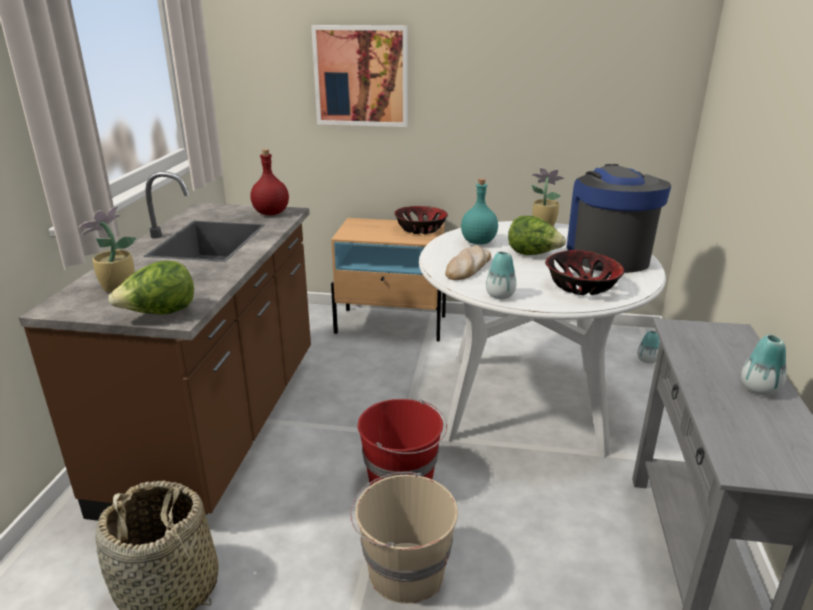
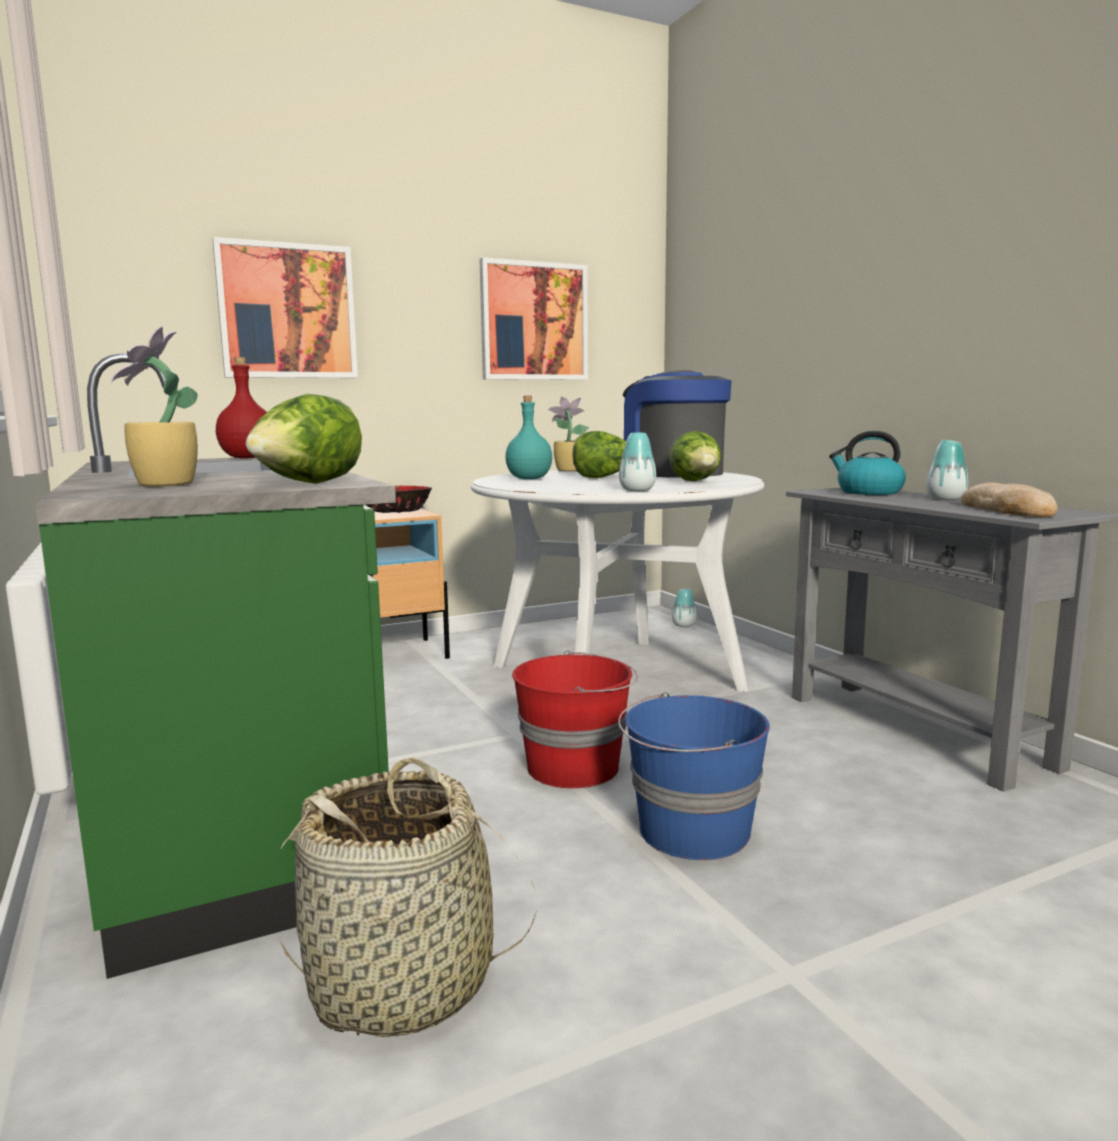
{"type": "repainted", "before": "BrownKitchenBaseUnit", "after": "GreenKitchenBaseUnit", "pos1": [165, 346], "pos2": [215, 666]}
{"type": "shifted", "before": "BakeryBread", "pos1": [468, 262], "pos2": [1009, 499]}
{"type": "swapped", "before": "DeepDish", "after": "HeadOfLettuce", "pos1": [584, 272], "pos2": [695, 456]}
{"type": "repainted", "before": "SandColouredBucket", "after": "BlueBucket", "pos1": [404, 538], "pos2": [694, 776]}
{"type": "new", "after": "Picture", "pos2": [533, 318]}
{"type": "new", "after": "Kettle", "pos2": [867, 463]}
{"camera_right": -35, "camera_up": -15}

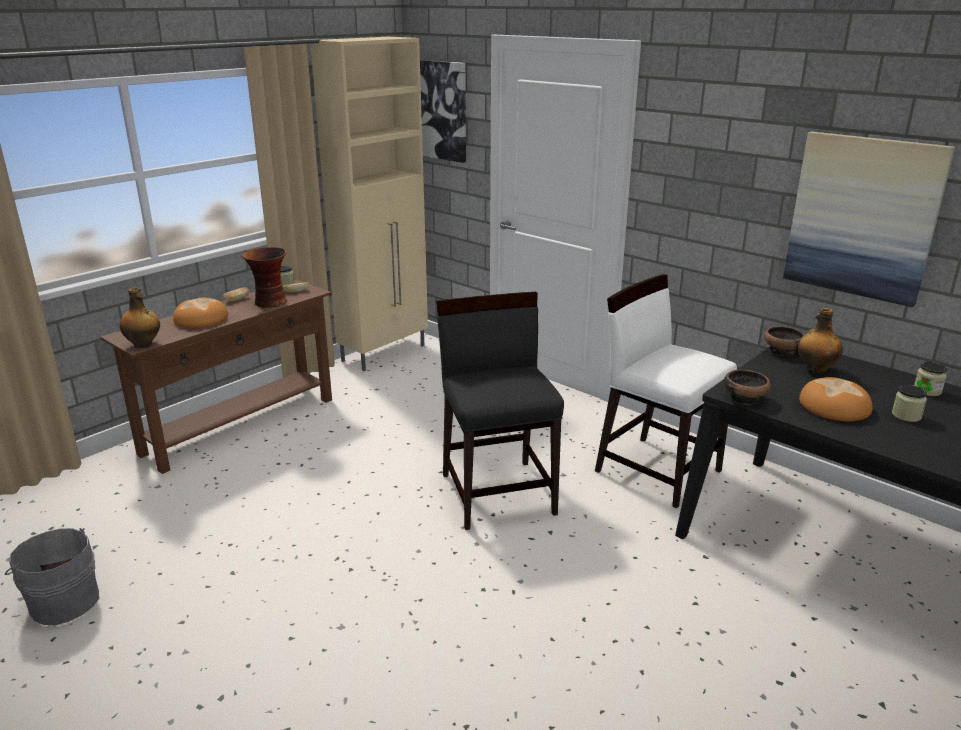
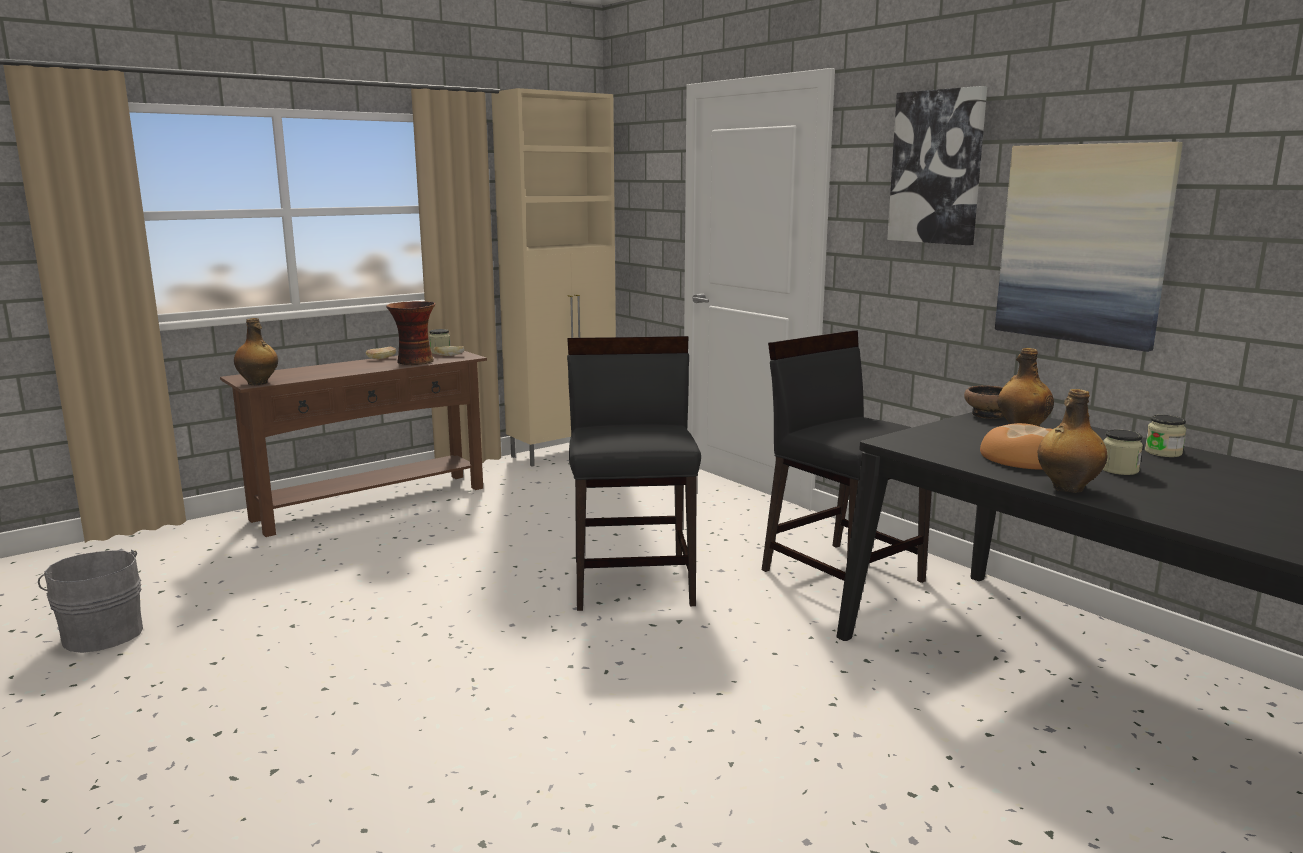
{"type": "shifted", "before": "Picture", "pos1": [443, 111], "pos2": [937, 165]}
{"type": "repainted", "before": "WhiteColouredPlainChair", "after": "BlackColouredPlainChair", "pos1": [666, 391], "pos2": [847, 456]}
{"type": "gone", "before": "BakeryBread", "pos1": [200, 313]}
{"type": "gone", "before": "DeepDish", "pos1": [747, 387]}
{"type": "new", "after": "Bottle", "pos2": [1072, 441]}
{"camera_right": 10, "camera_up": -10}

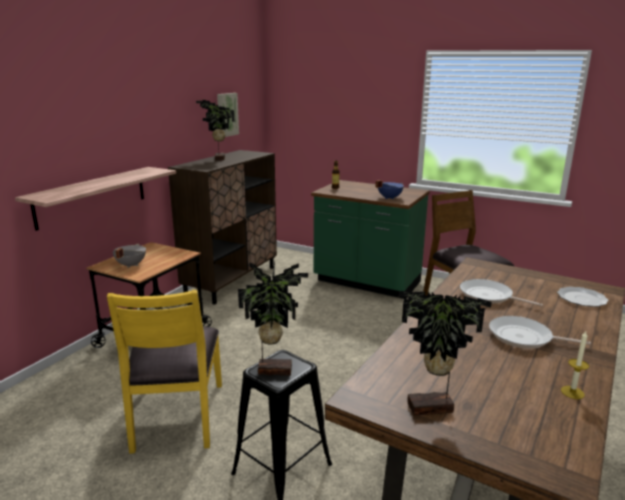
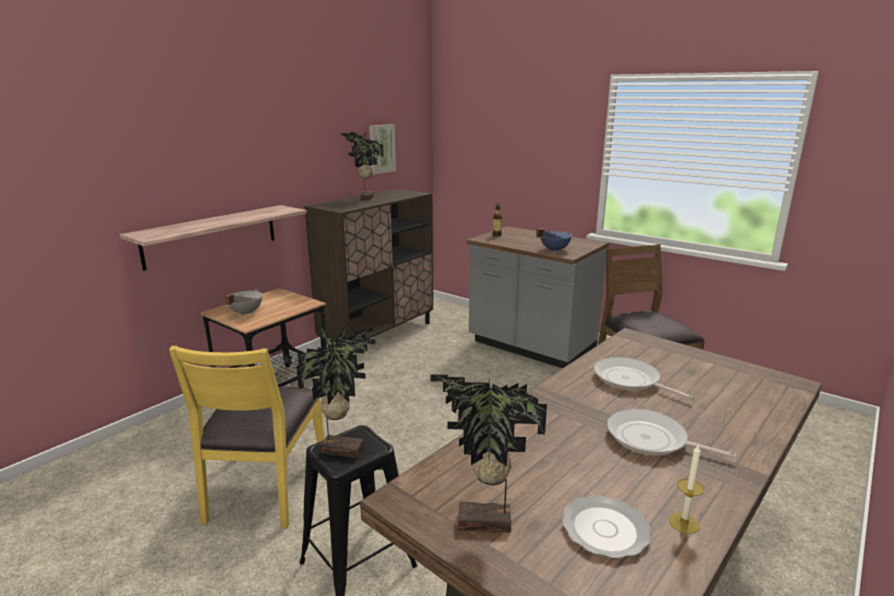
{"type": "repainted", "before": "GreenKitchenBaseUnit", "after": "GrayKitchenBaseUnit", "pos1": [370, 239], "pos2": [537, 297]}
{"type": "shifted", "before": "Plate", "pos1": [582, 297], "pos2": [606, 527]}
{"camera_right": 10, "camera_up": 0}

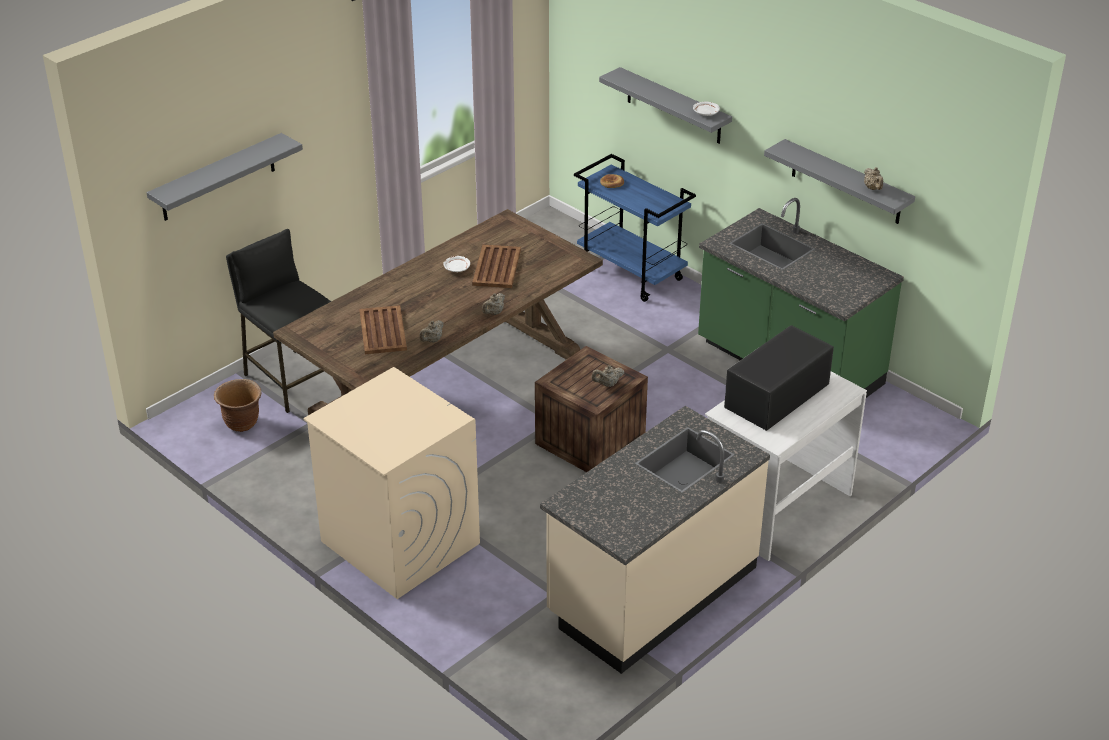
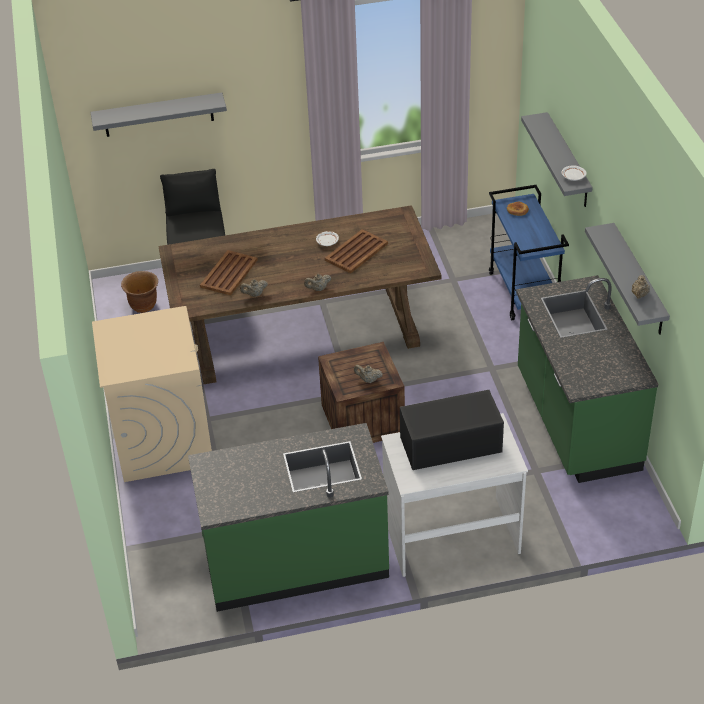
{"type": "repainted", "before": "SandColouredKitchenBaseUnit", "after": "GreenKitchenBaseUnit", "pos1": [655, 540], "pos2": [288, 517]}
{"camera_right": 35, "camera_up": 5}

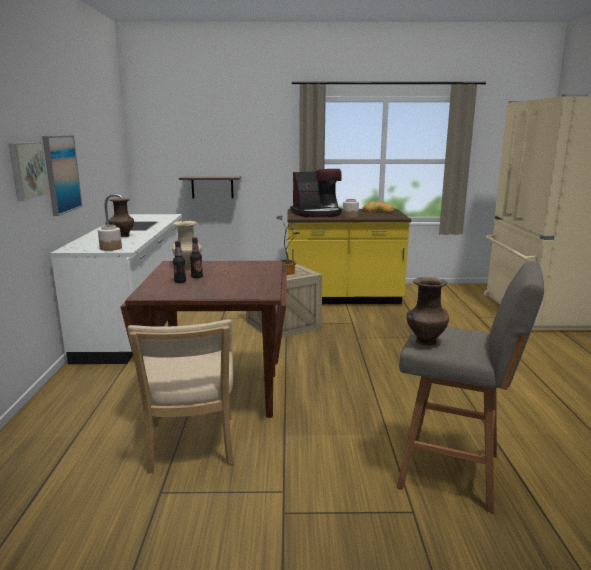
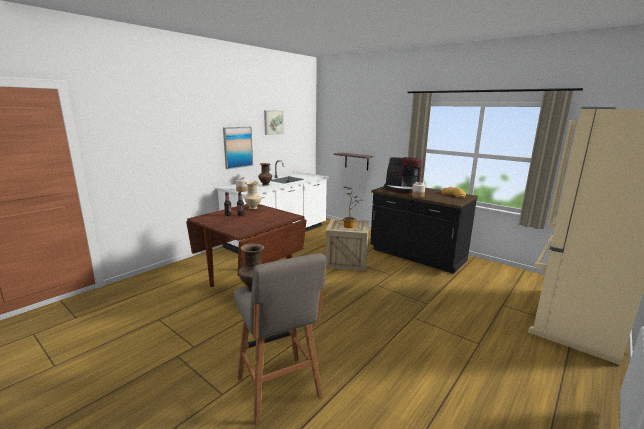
{"type": "shifted", "before": "Picture", "pos1": [28, 171], "pos2": [274, 123]}
{"type": "repainted", "before": "YellowishKitchenBaseUnit", "after": "BlackColouredKitchenBaseUnit", "pos1": [349, 256], "pos2": [424, 230]}
{"type": "gone", "before": "SandColouredPlainChair", "pos1": [180, 396]}
{"camera_right": 40, "camera_up": 0}

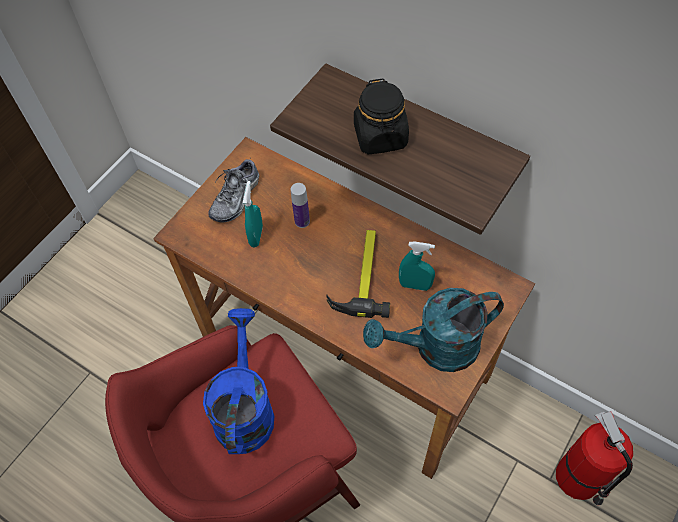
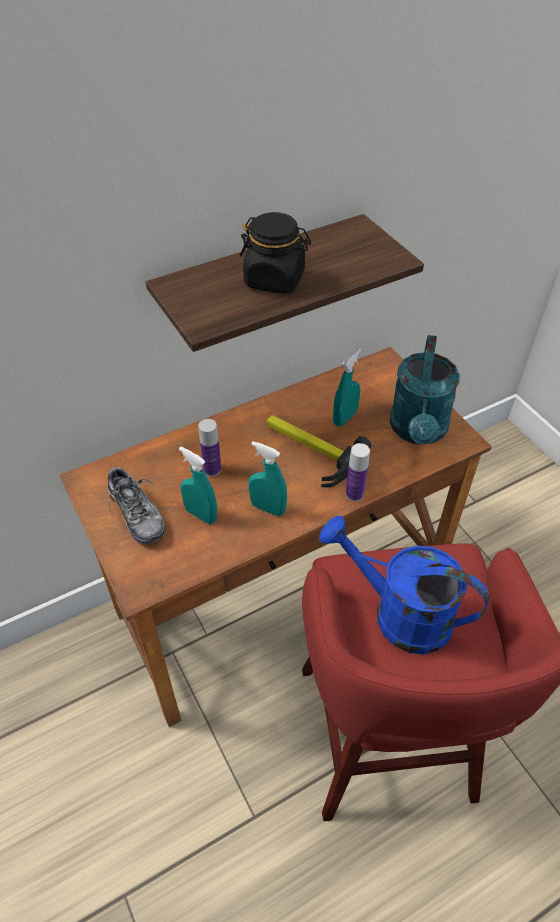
{"type": "gone", "before": "Extinguisher", "pos1": [594, 458]}
{"type": "new", "after": "TurquoiseColouredHandSprayer", "pos2": [267, 478]}
{"type": "new", "after": "Bottle", "pos2": [358, 472]}
{"camera_right": -65, "camera_up": -10}

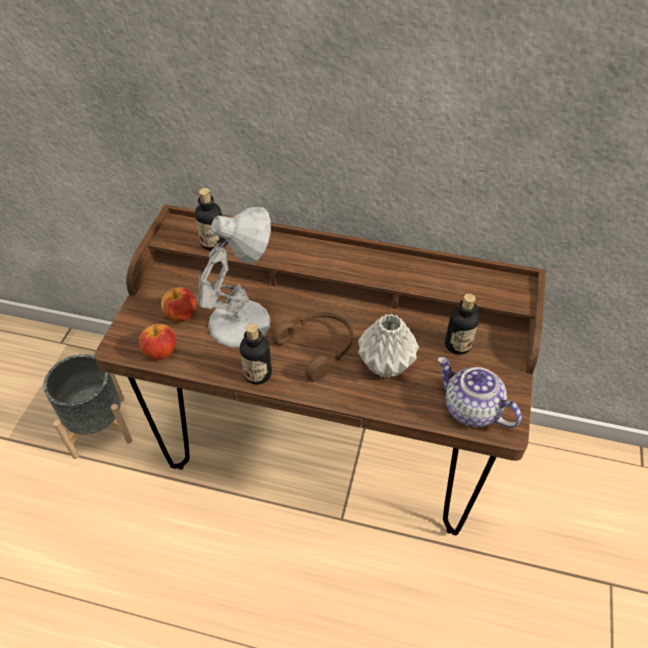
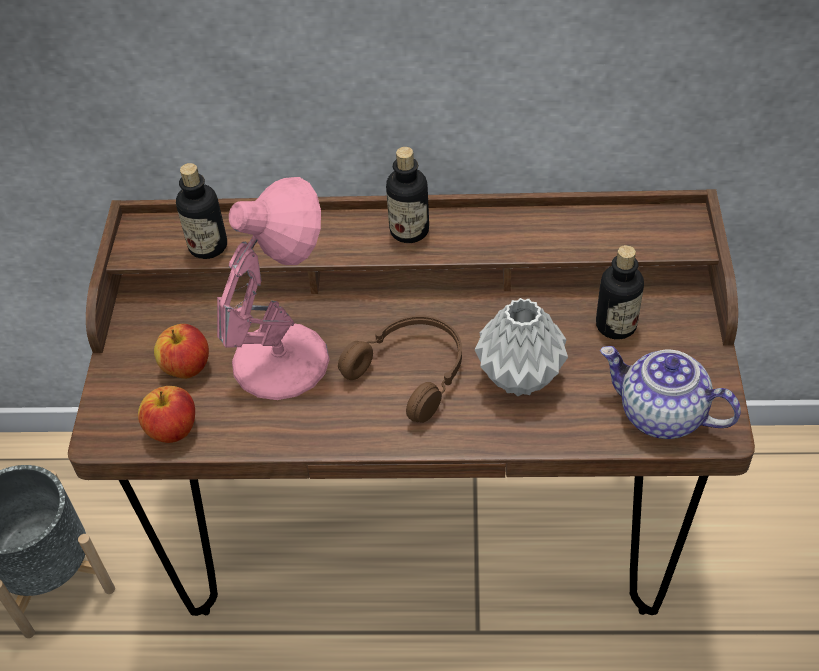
{"type": "repainted", "before": "WhiteColouredTabletopLamp", "after": "PinkishTabletopLamp", "pos1": [234, 277], "pos2": [273, 288]}
{"type": "shifted", "before": "Bottle", "pos1": [256, 354], "pos2": [407, 195]}
{"camera_right": -10, "camera_up": 0}

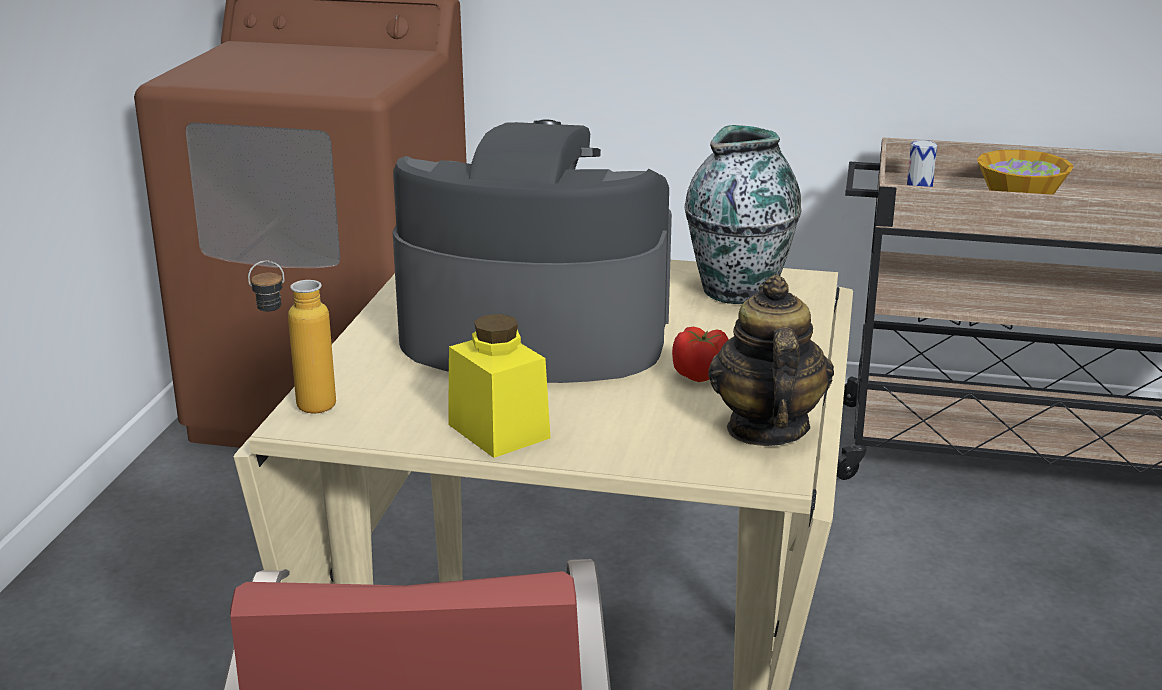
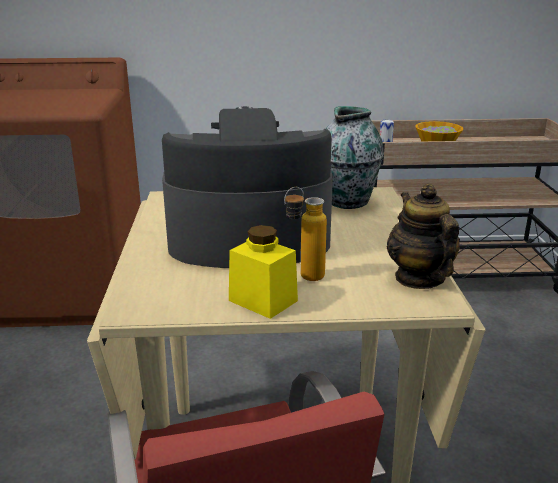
{"type": "shifted", "before": "Bottle", "pos1": [292, 336], "pos2": [305, 234]}
{"type": "gone", "before": "FreshTomato", "pos1": [700, 354]}
{"camera_right": -15, "camera_up": 0}

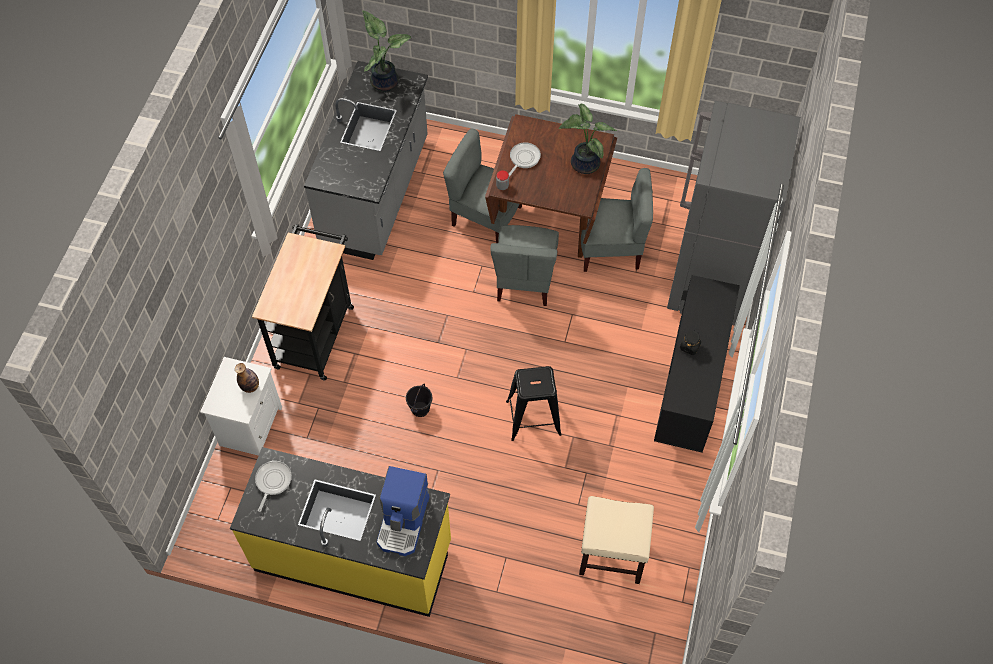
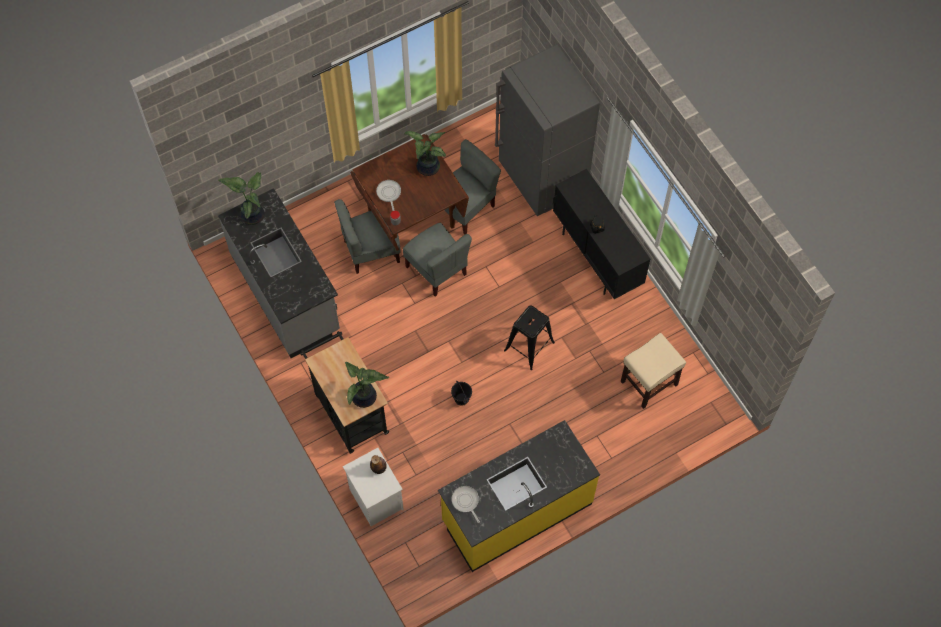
{"type": "gone", "before": "CoffeeMachine", "pos1": [403, 511]}
{"type": "new", "after": "PlantInAPot", "pos2": [367, 385]}
{"camera_right": -45, "camera_up": 5}

